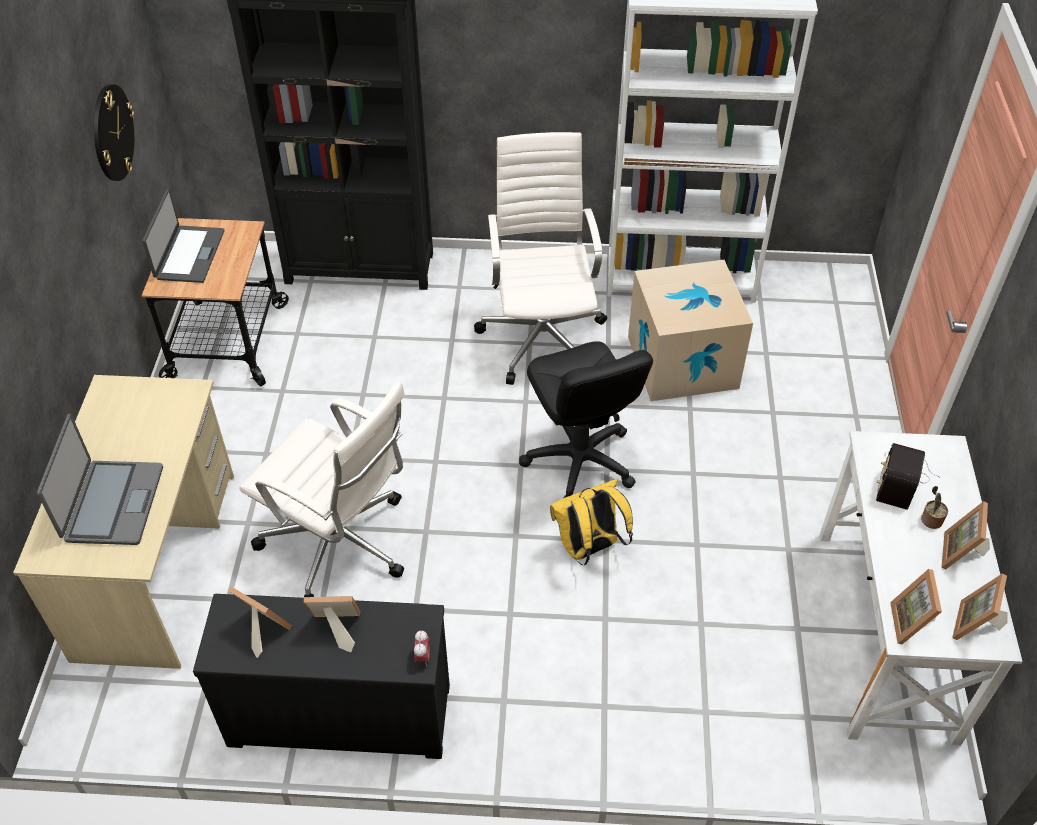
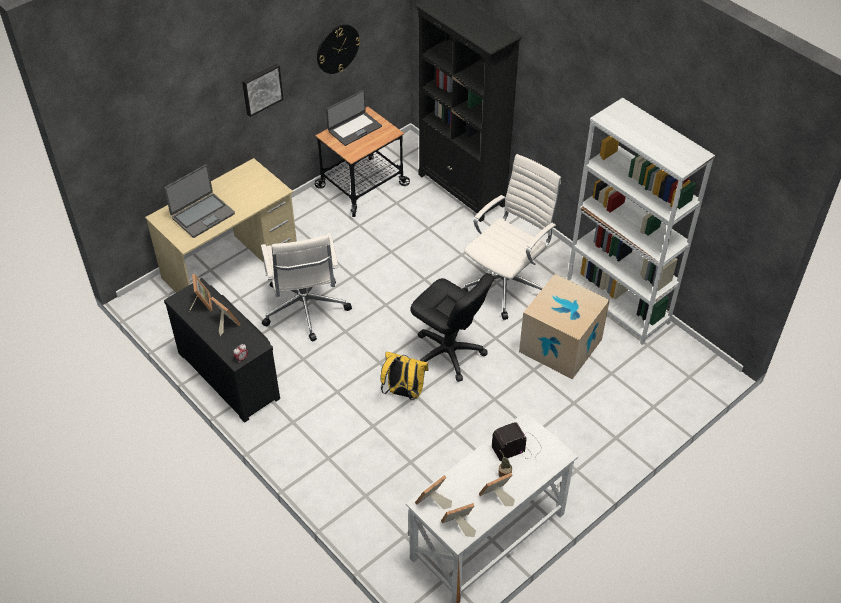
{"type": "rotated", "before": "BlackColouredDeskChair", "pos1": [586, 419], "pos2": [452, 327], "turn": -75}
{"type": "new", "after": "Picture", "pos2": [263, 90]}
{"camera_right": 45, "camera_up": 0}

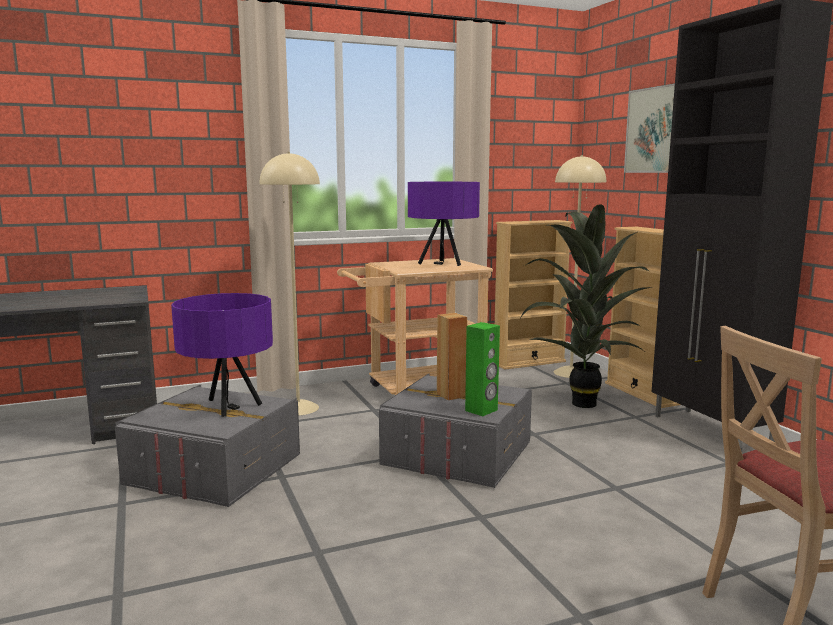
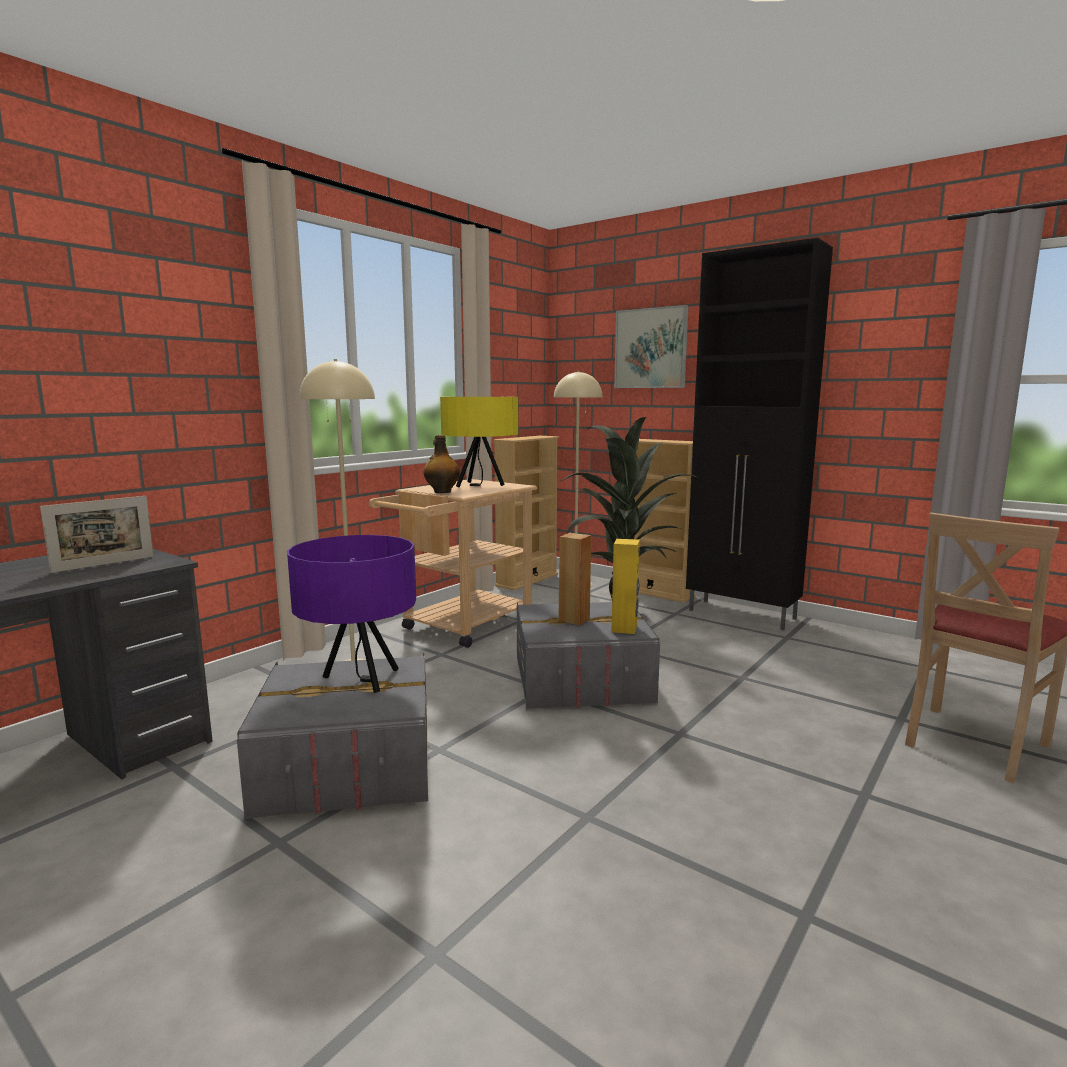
{"type": "repainted", "before": "PurplishTabletopLamp", "after": "YellowishTabletopLamp", "pos1": [444, 224], "pos2": [479, 442]}
{"type": "repainted", "before": "GreenLoudspeaker", "after": "YellowishLoudspeaker", "pos1": [482, 369], "pos2": [625, 586]}
{"type": "new", "after": "Bottle", "pos2": [442, 464]}
{"type": "new", "after": "StandingFrame", "pos2": [97, 534]}
{"camera_right": -30, "camera_up": 0}

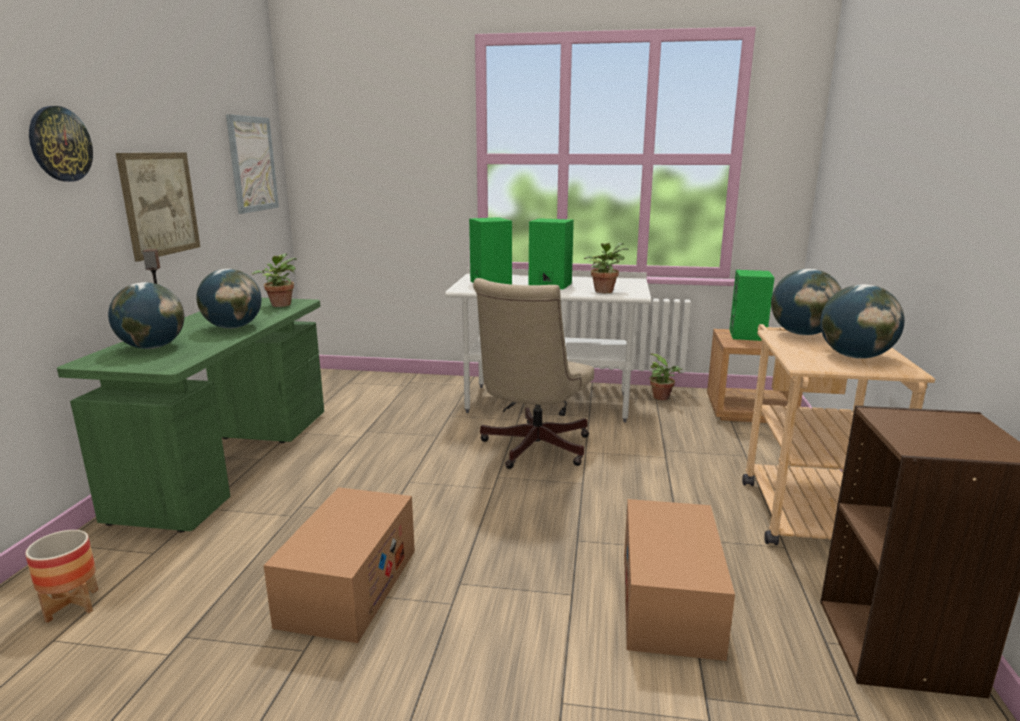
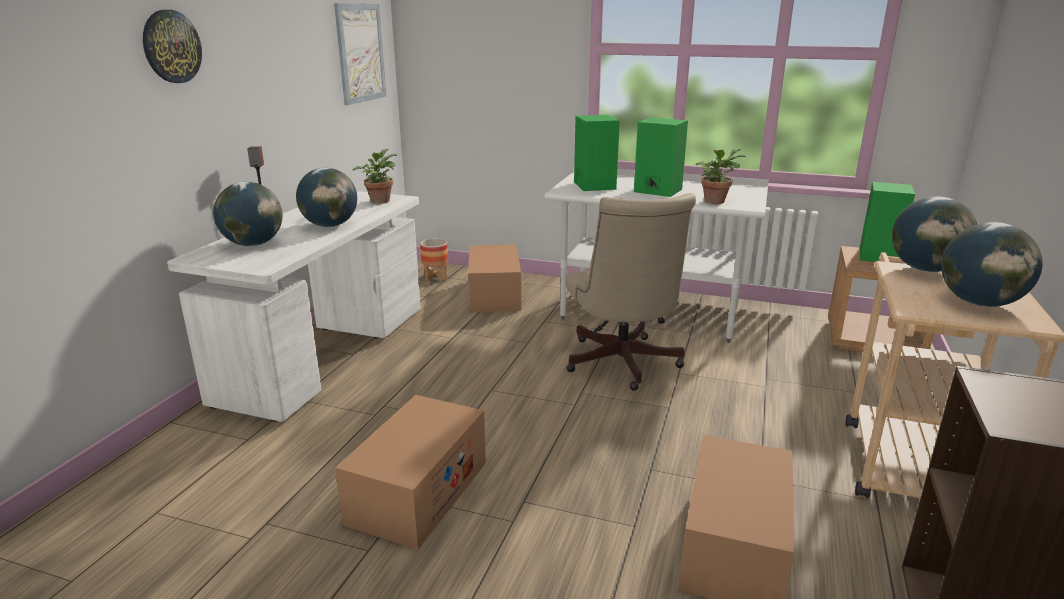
{"type": "gone", "before": "Picture", "pos1": [158, 207]}
{"type": "rotated", "before": "SandColouredDeskChair", "pos1": [533, 373], "pos2": [631, 292], "turn": -45}
{"type": "repainted", "before": "GreenDesk", "after": "WhiteColouredDesk", "pos1": [190, 415], "pos2": [294, 306]}
{"type": "gone", "before": "PlantInAPot", "pos1": [665, 377]}
{"type": "shifted", "before": "PlantPot", "pos1": [61, 576], "pos2": [434, 260]}
{"type": "new", "after": "PackingBox", "pos2": [495, 278]}
{"camera_right": 10, "camera_up": 5}

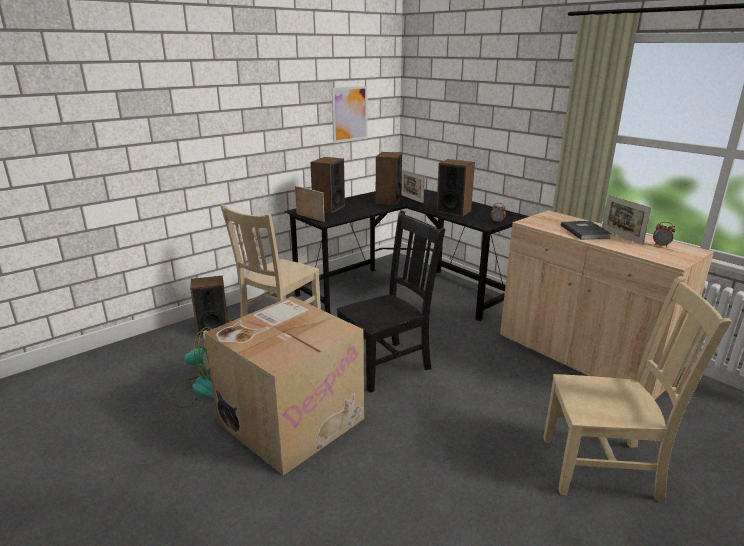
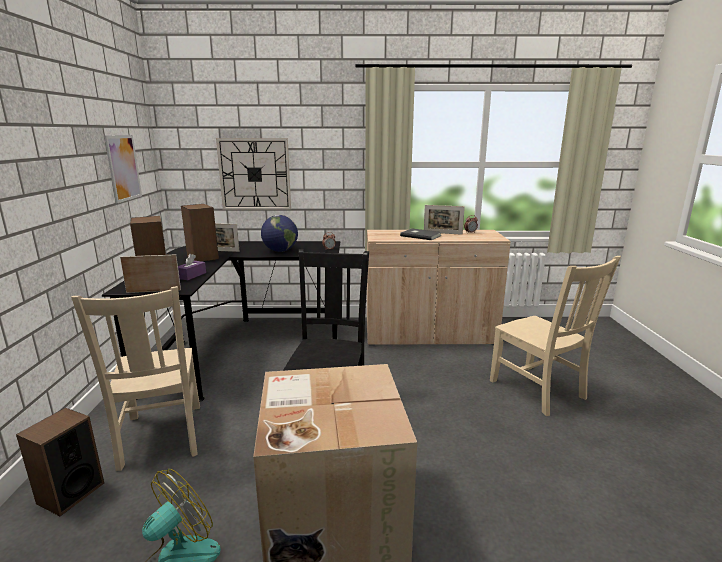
{"type": "swapped", "before": "Loudspeaker", "after": "Globe", "pos1": [455, 188], "pos2": [279, 233]}
{"type": "rotated", "before": "SandColouredPlainChair", "pos1": [637, 389], "pos2": [555, 336], "turn": 105}
{"type": "new", "after": "ClockOnTheWall", "pos2": [253, 174]}
{"type": "new", "after": "PurplishBoxOfTissues", "pos2": [192, 267]}
{"camera_right": -50, "camera_up": -5}

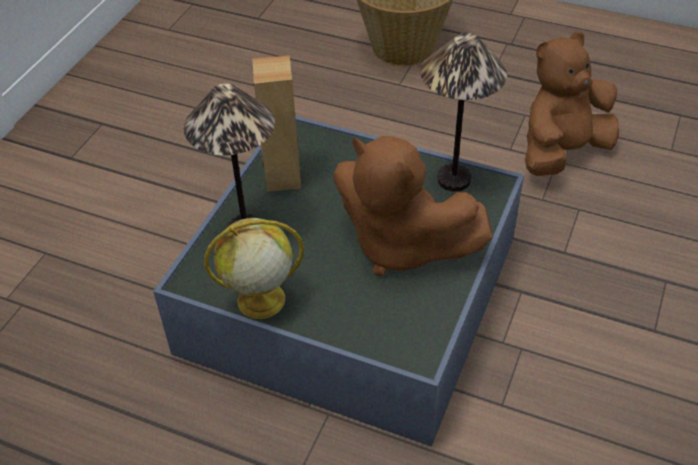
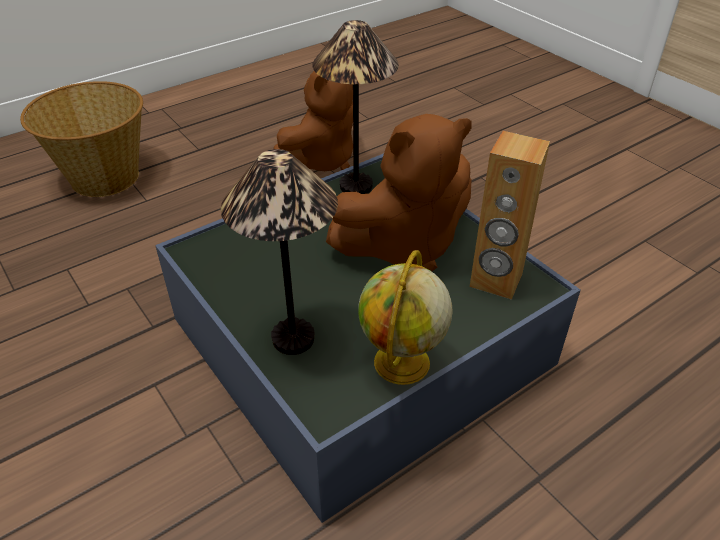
{"type": "rotated", "before": "BrownCuddlyToy", "pos1": [572, 103], "pos2": [313, 121], "turn": -135}
{"type": "shifted", "before": "BrownLoudspeaker", "pos1": [276, 124], "pos2": [510, 215]}
{"camera_right": -60, "camera_up": -5}

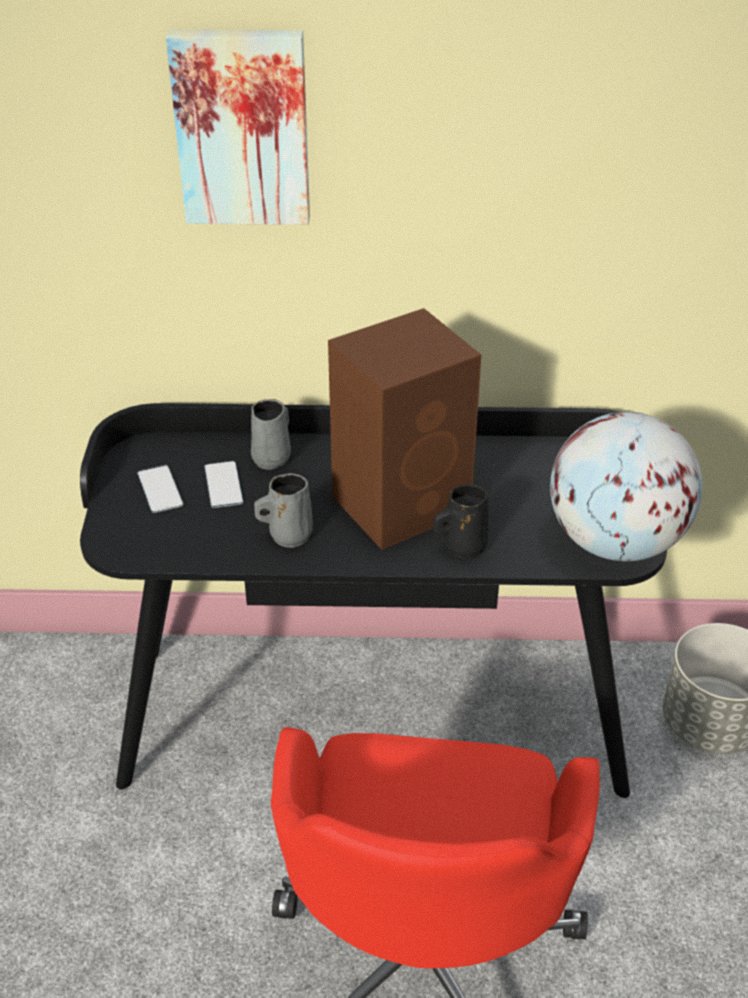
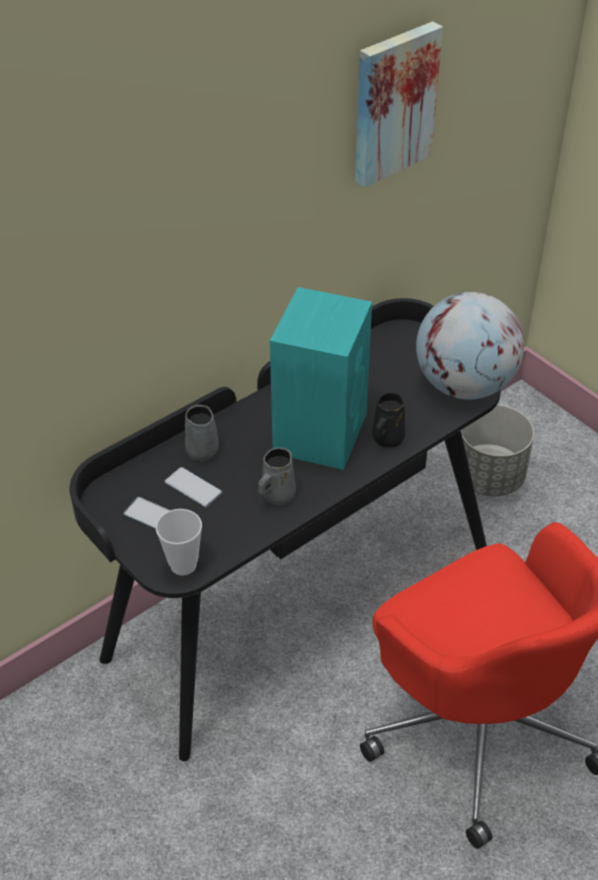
{"type": "shifted", "before": "Picture", "pos1": [238, 127], "pos2": [399, 104]}
{"type": "repainted", "before": "BrownLoudspeaker", "after": "TurquoiseColouredLoudspeaker", "pos1": [404, 429], "pos2": [321, 378]}
{"type": "new", "after": "SmallCup", "pos2": [179, 542]}
{"camera_right": -40, "camera_up": 5}

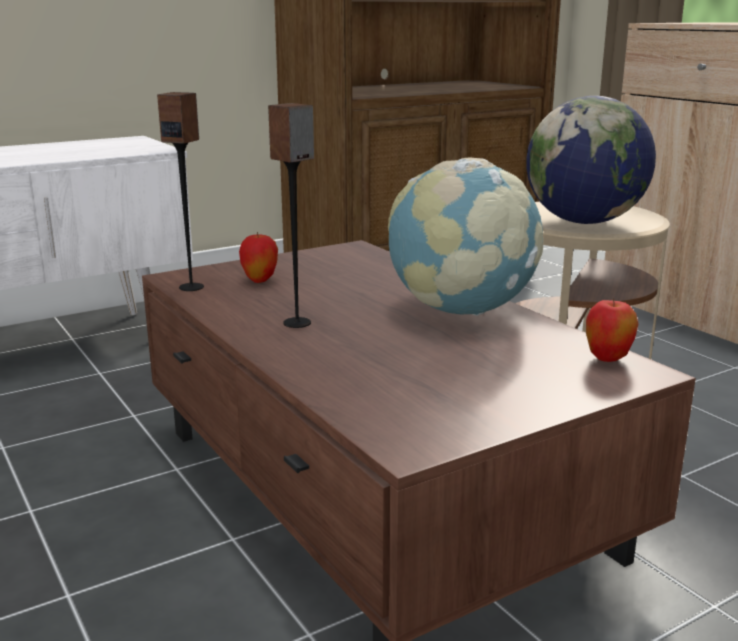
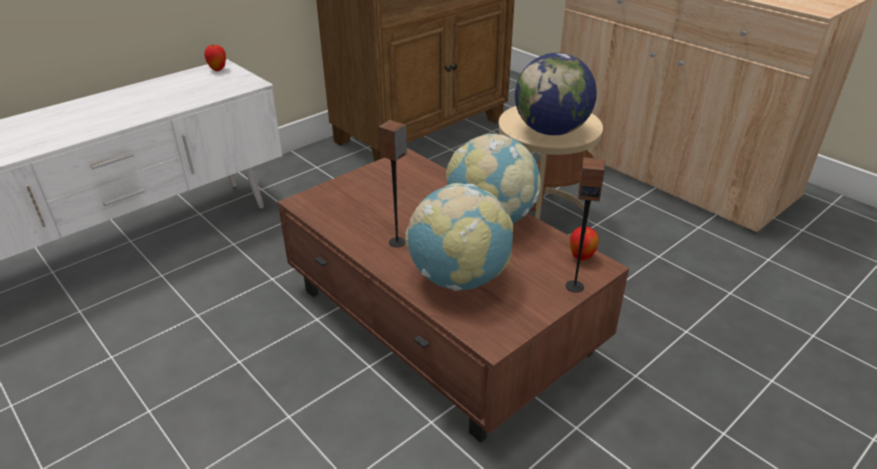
{"type": "shifted", "before": "Loudspeaker", "pos1": [180, 191], "pos2": [585, 225]}
{"type": "shifted", "before": "AppleFruit", "pos1": [258, 257], "pos2": [215, 58]}
{"type": "new", "after": "Globe", "pos2": [459, 237]}
{"camera_right": -10, "camera_up": 15}

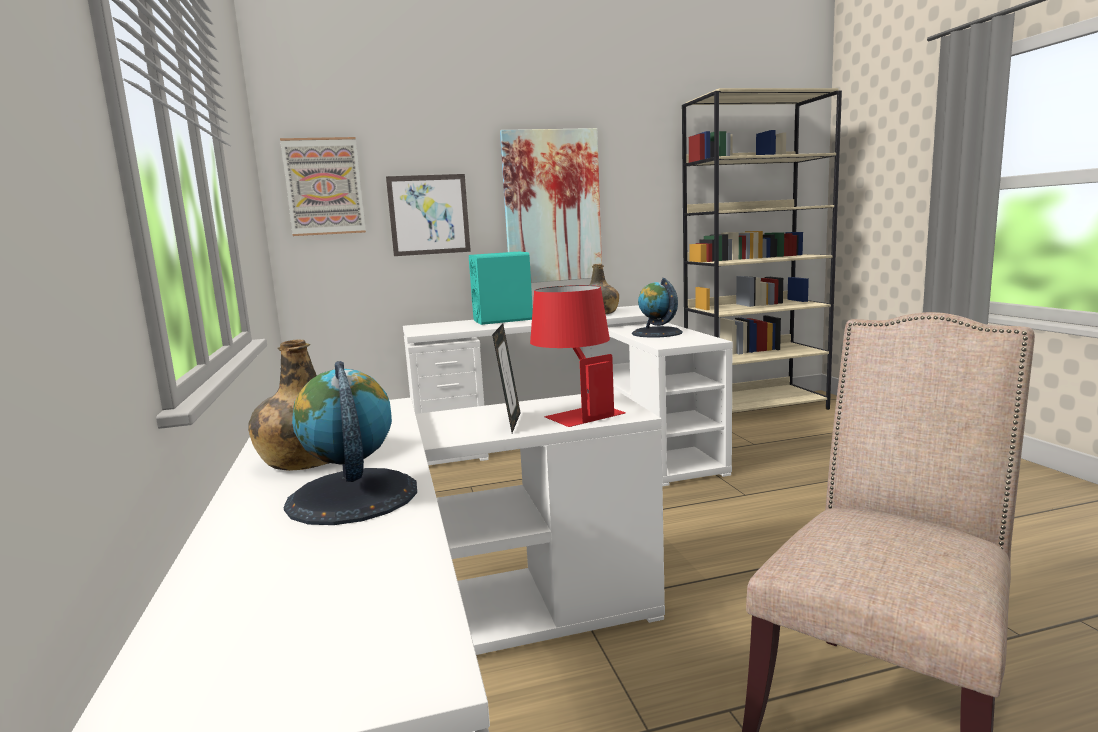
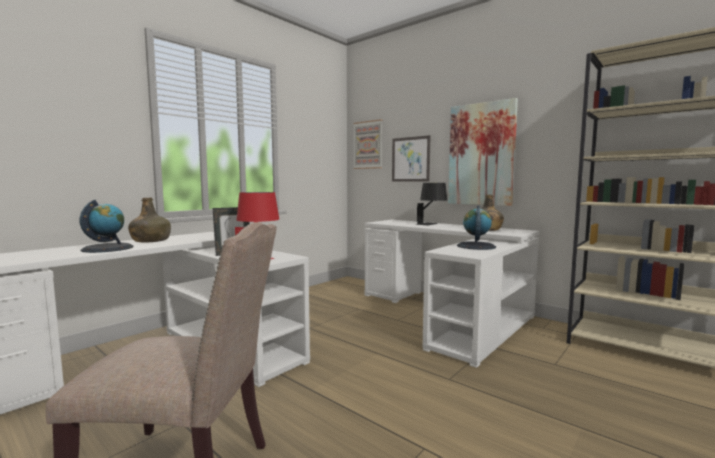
{"type": "swapped", "before": "TurquoiseColouredLoudspeaker", "after": "BlackColouredTabletopLamp", "pos1": [501, 288], "pos2": [431, 204]}
{"camera_right": 55, "camera_up": -5}

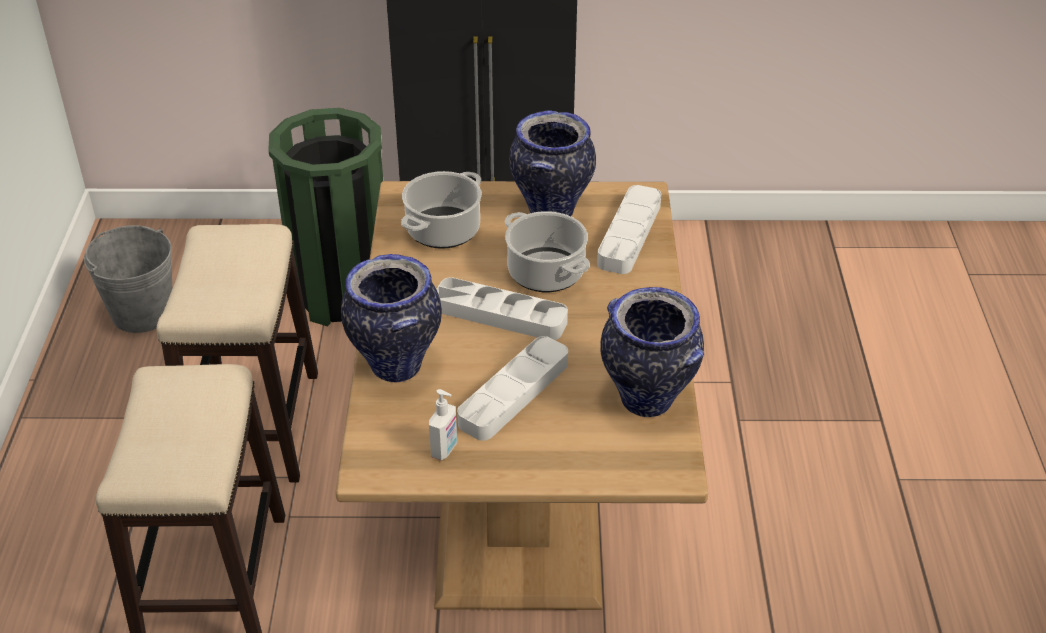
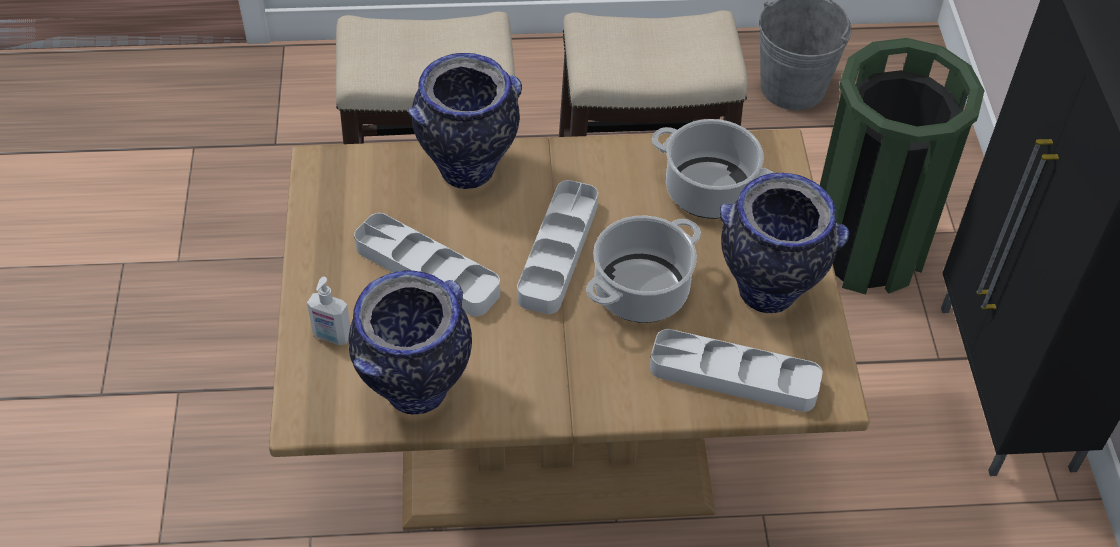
{"type": "shifted", "before": "SoapBottle", "pos1": [443, 424], "pos2": [329, 311]}
{"camera_right": 85, "camera_up": 10}

